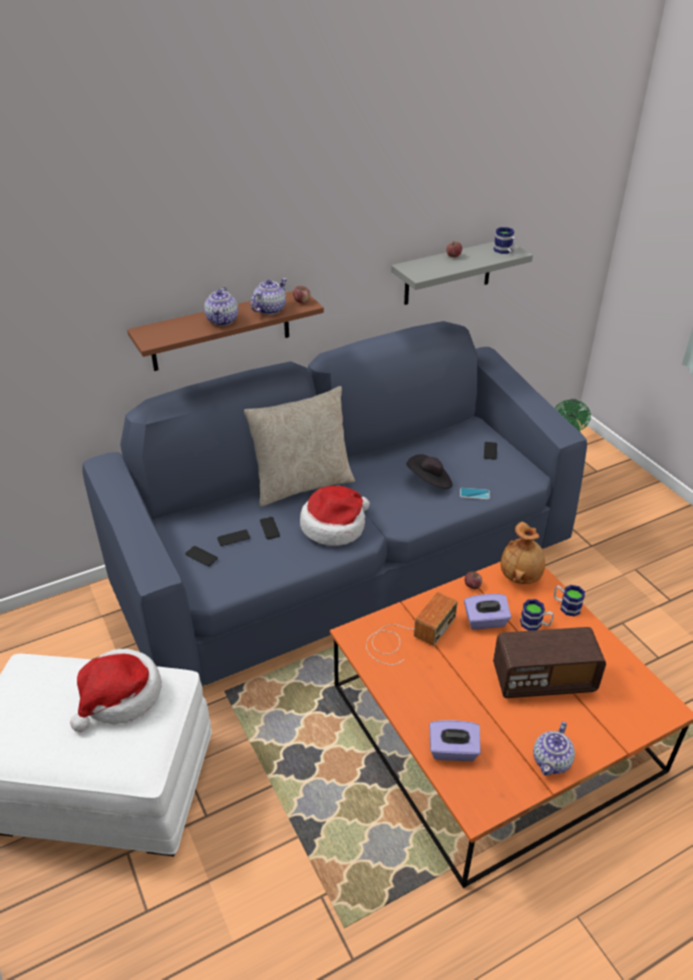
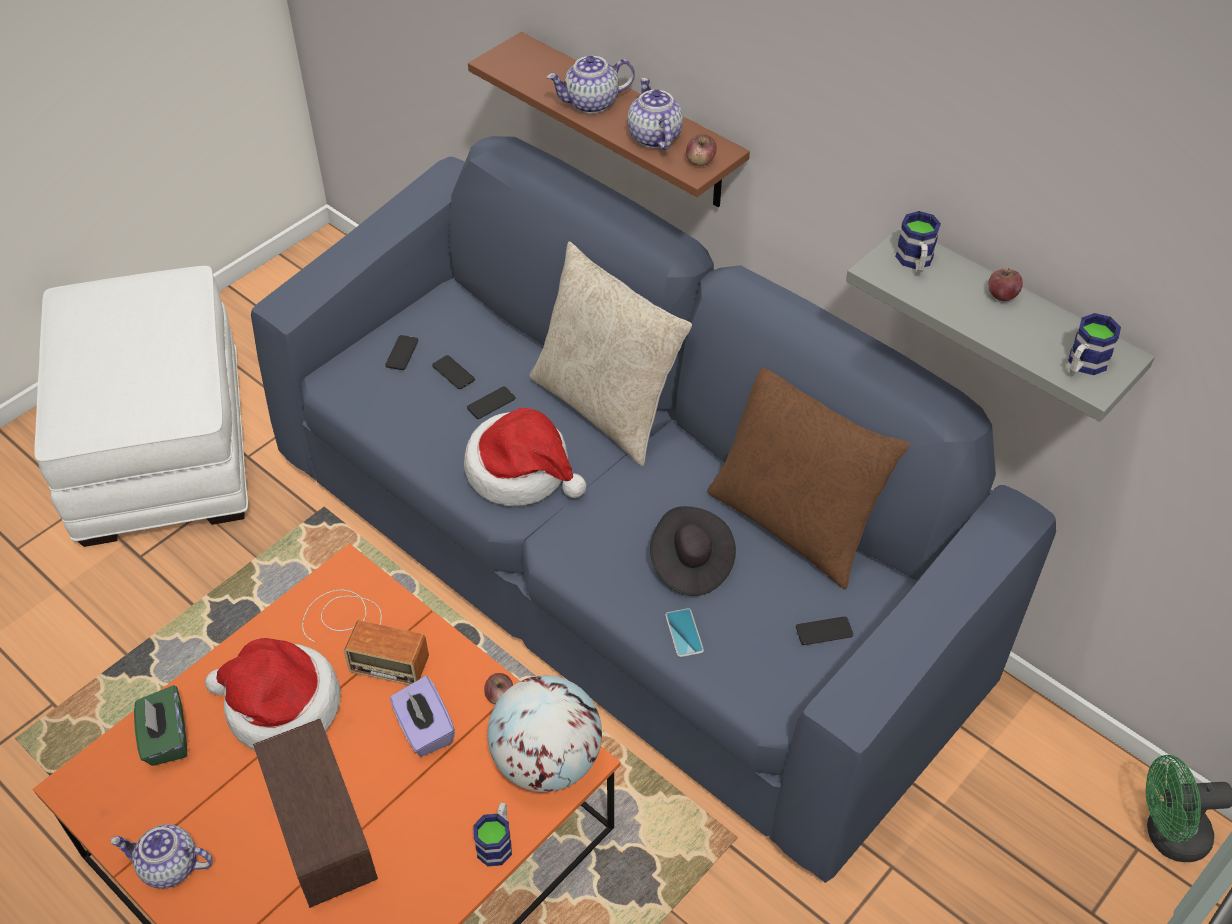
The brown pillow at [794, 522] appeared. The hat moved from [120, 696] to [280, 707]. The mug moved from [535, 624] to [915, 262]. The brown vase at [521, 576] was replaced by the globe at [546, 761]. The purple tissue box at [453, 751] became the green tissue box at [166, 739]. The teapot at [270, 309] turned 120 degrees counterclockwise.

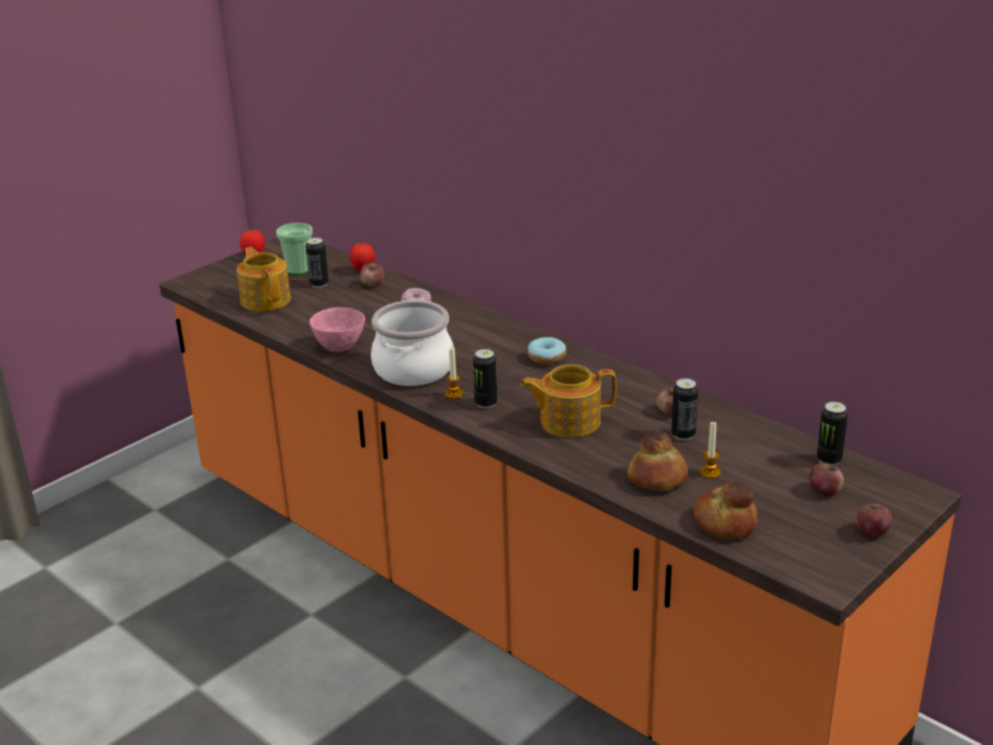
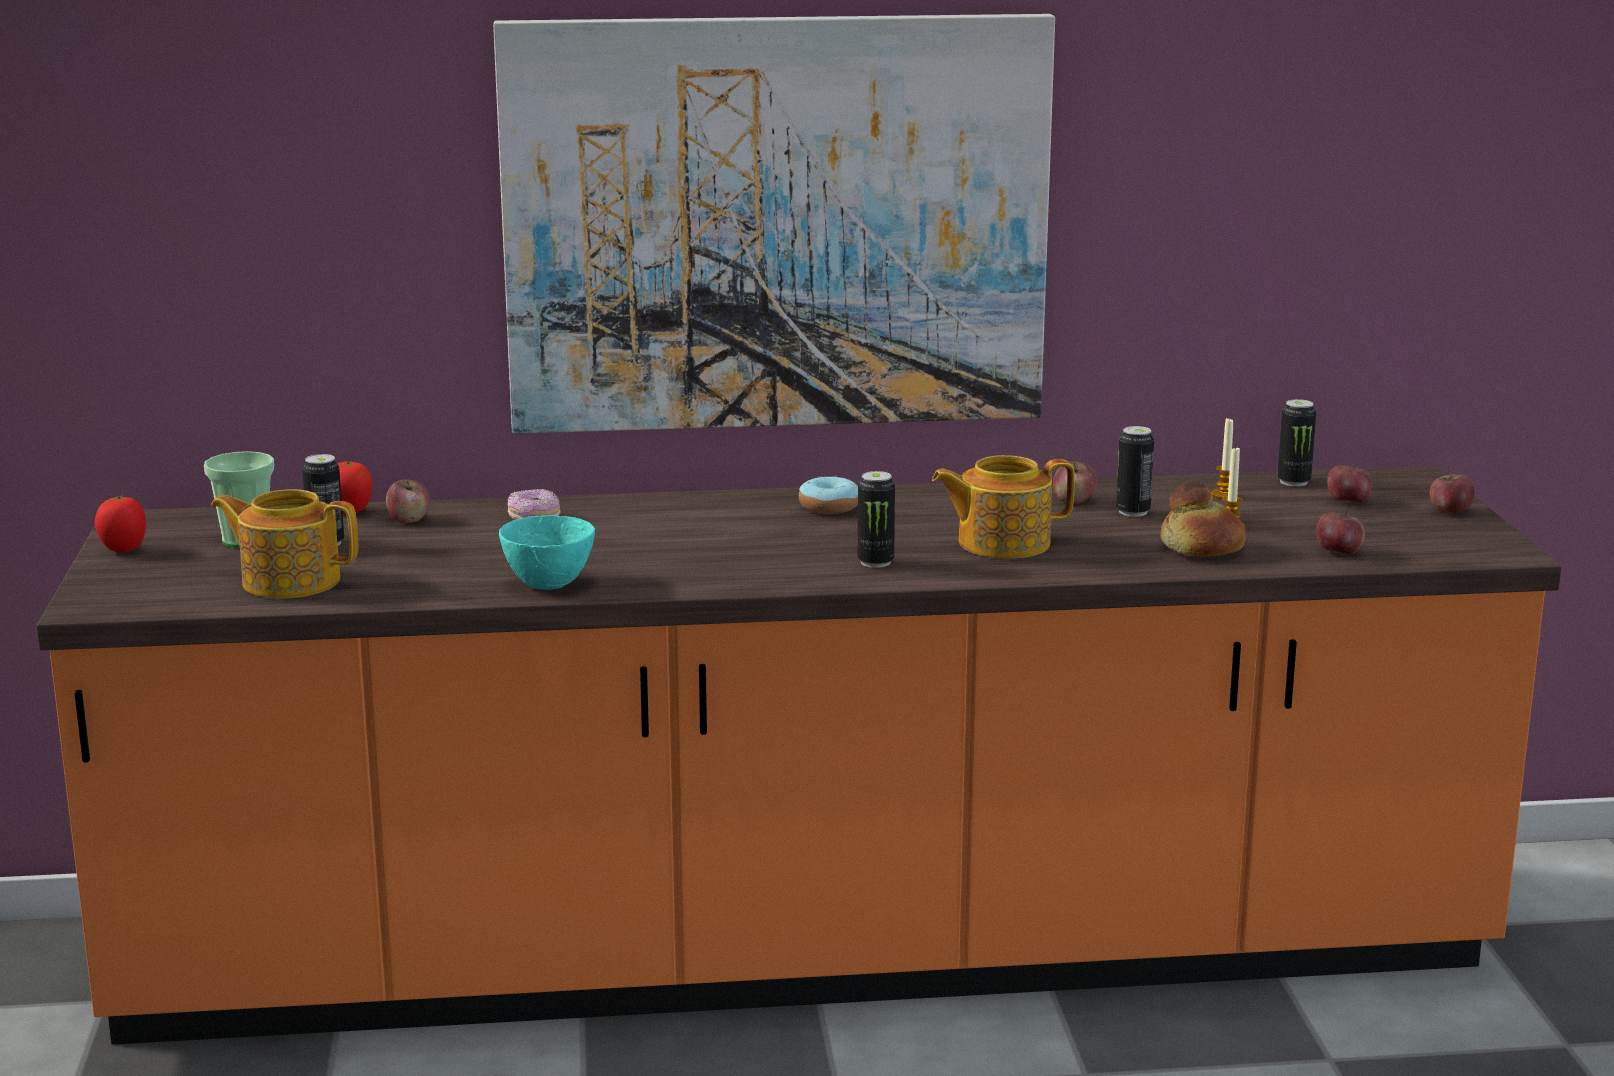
The cooking pot at [414, 369] disappeared. The picture at [777, 224] appeared. The candle moved from [454, 394] to [1224, 495]. The bread at [725, 523] was replaced by the apple at [1338, 552]. The pink bowl at [339, 347] became the turquoise bowl at [546, 584]. The teapot at [568, 421] turned 45 degrees clockwise.

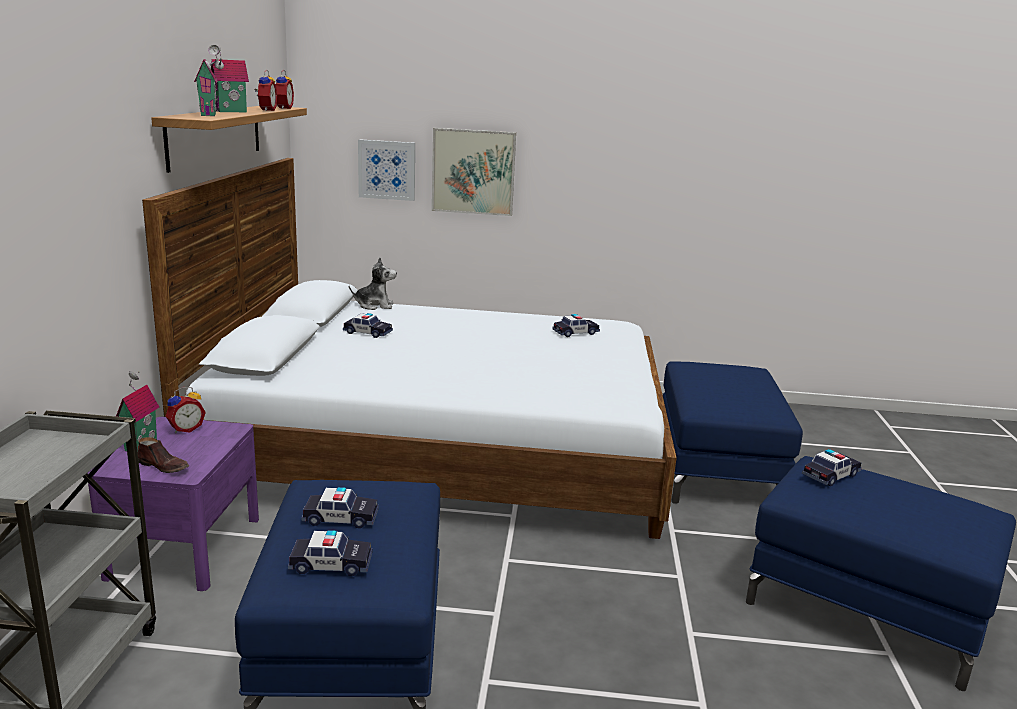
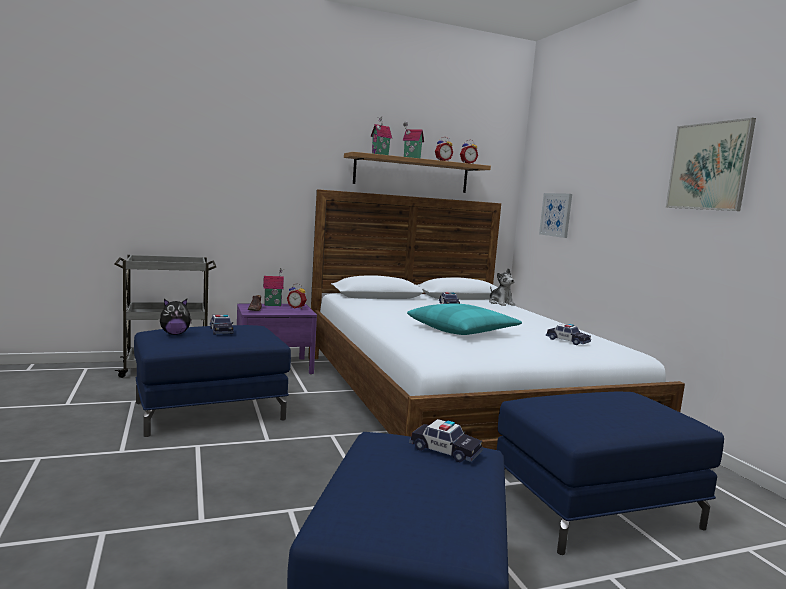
The turquoise pillow at [462, 330] appeared. The picture moved from [473, 172] to [709, 166]. The toy car at [331, 564] was replaced by the plush toy at [175, 334].

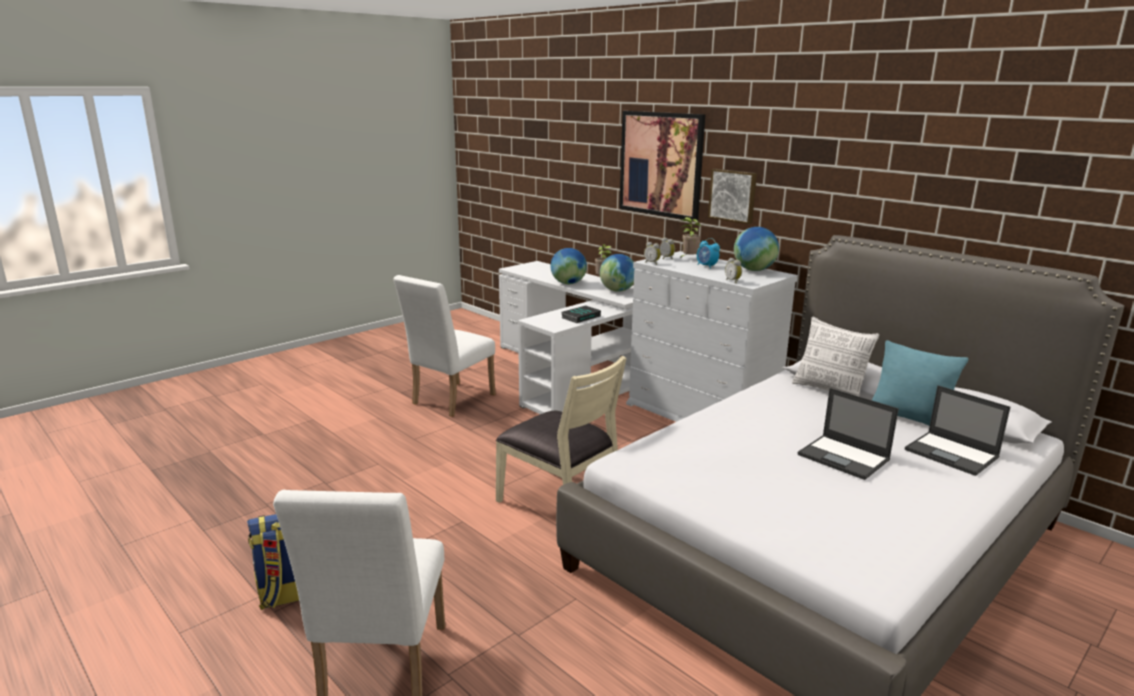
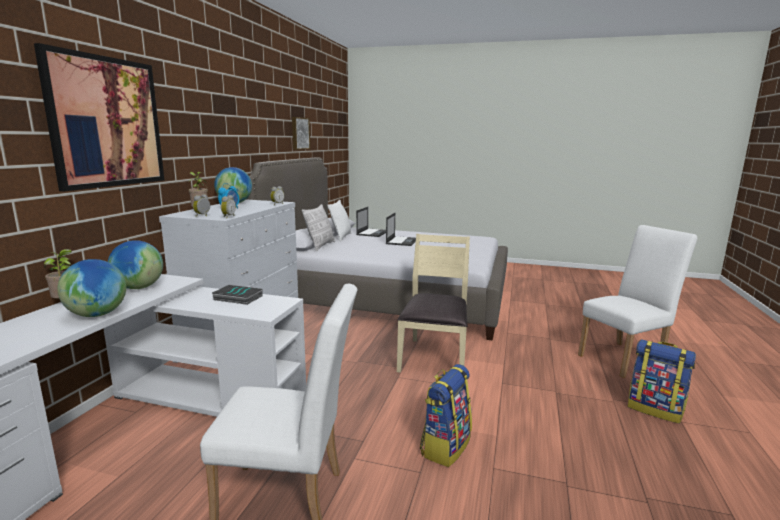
The backpack at [445, 446] appeared. The picture moved from [733, 195] to [299, 133]. The turquoise pillow at [909, 418] became the white pillow at [341, 237].

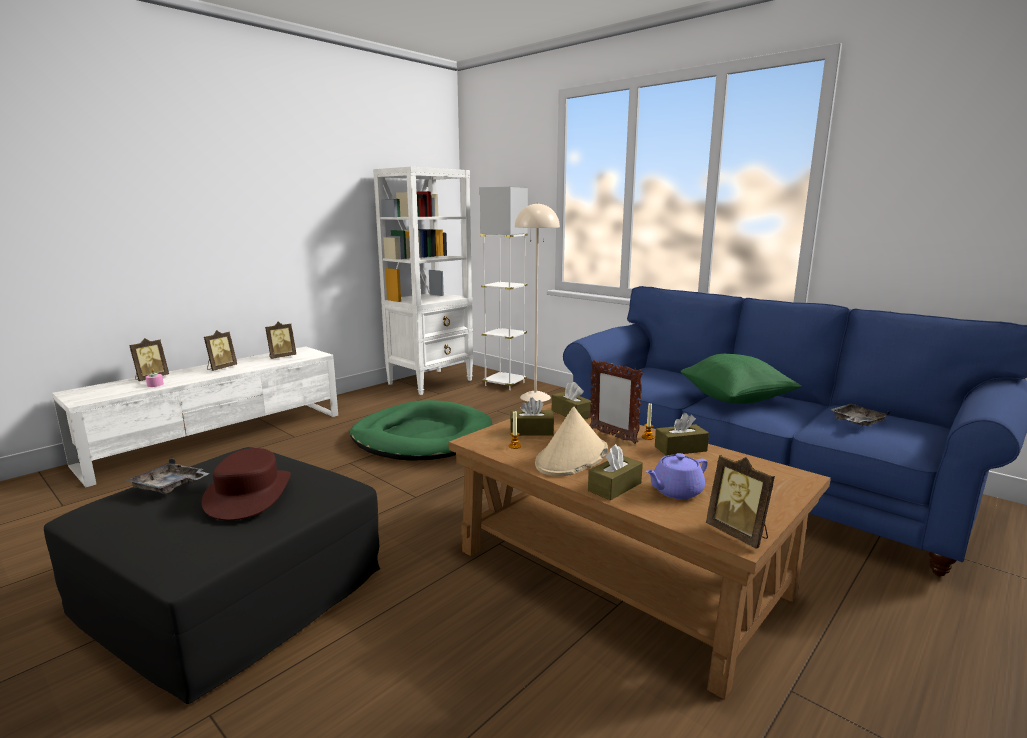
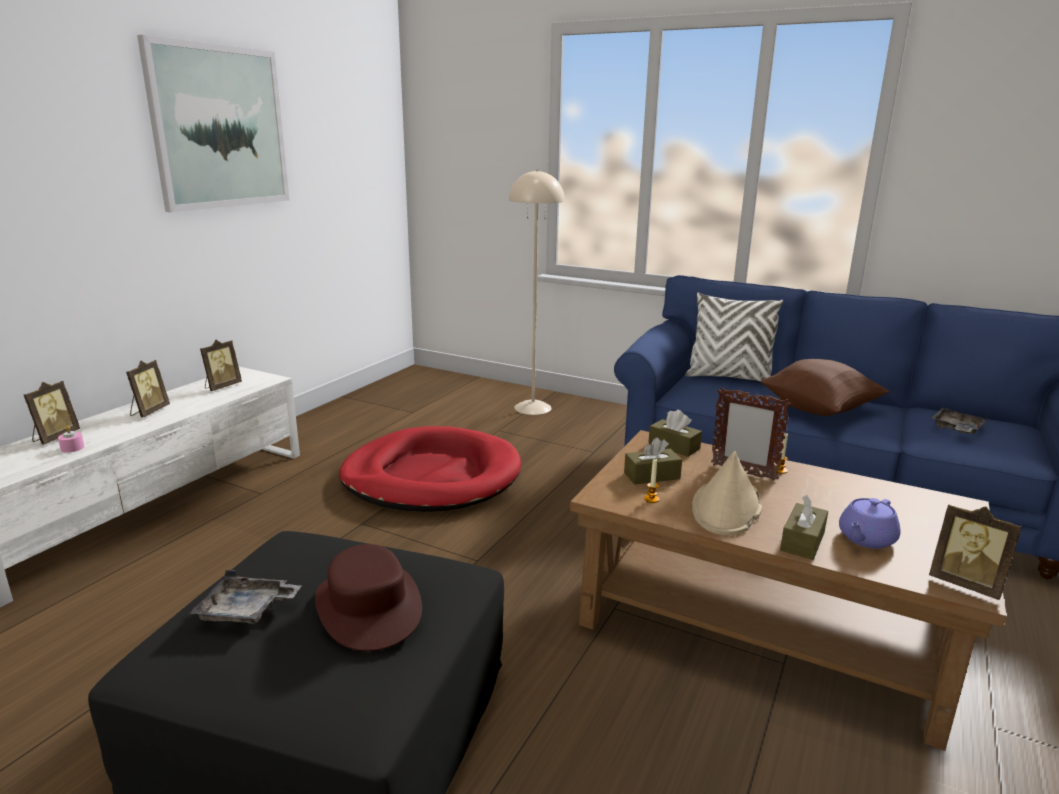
The white bookcase at [431, 382] disappeared. The white floor lamp at [504, 384] disappeared. The brown tissue box at [680, 449] disappeared. The picture at [220, 127] appeared. The white pillow at [729, 377] appeared. The green dog bed at [422, 437] became the red dog bed at [431, 476]. The green pillow at [735, 401] became the brown pillow at [819, 411].

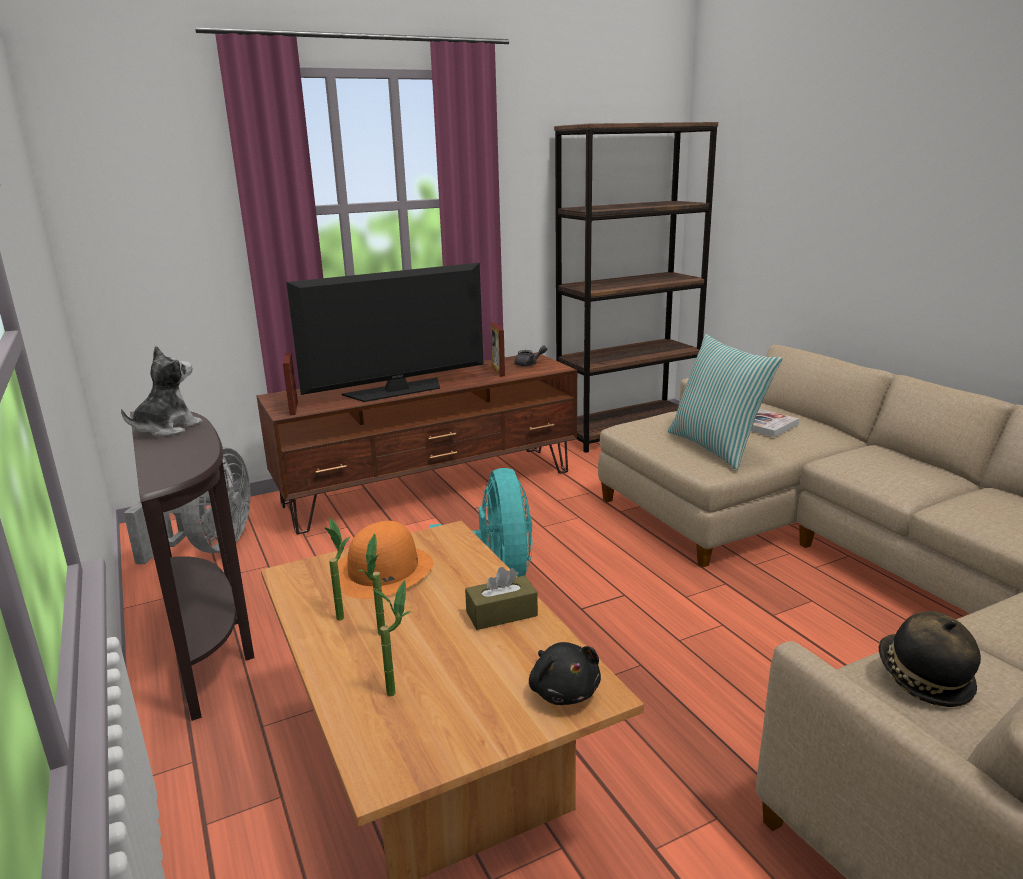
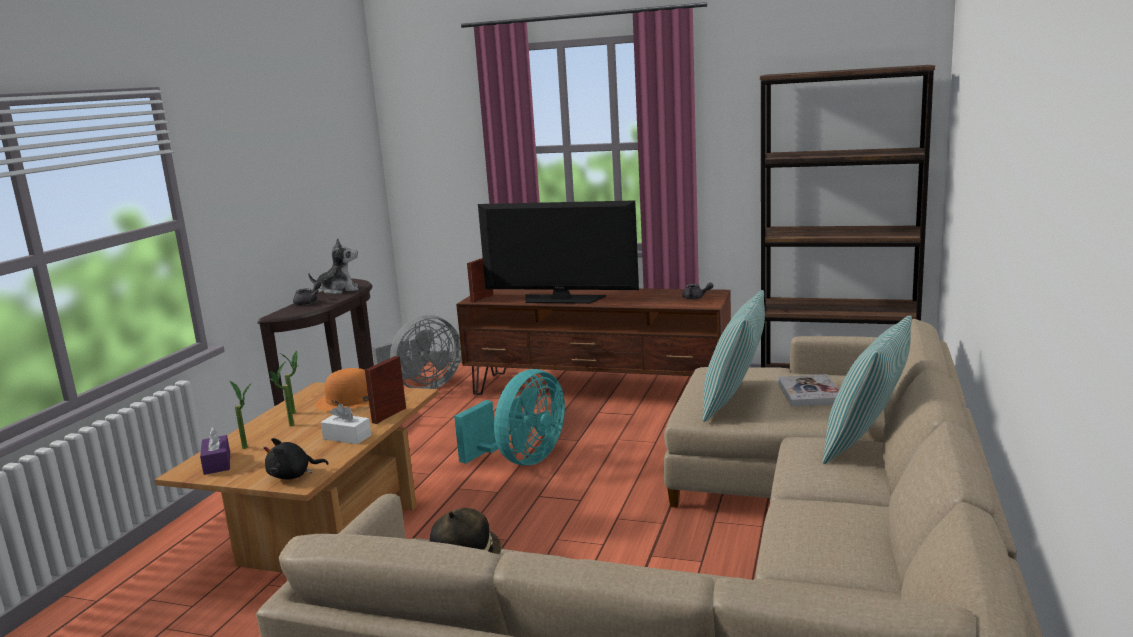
The purple tissue box at [217, 463] appeared. The grey teapot at [309, 302] appeared. The pillow at [866, 443] appeared. The picture frame moved from [498, 371] to [389, 415]. The brown tissue box at [501, 614] became the white tissue box at [347, 437]. The black plush toy at [563, 691] turned 45 degrees clockwise.

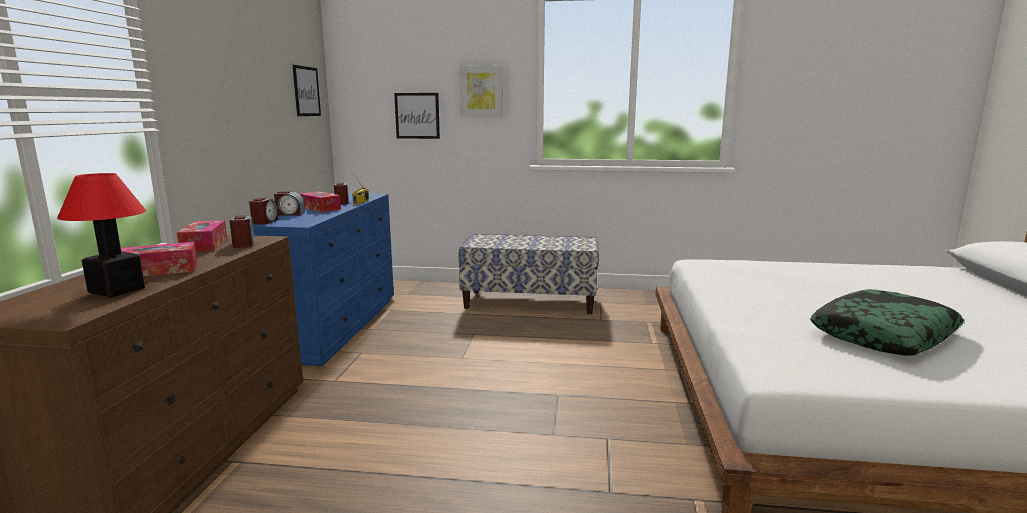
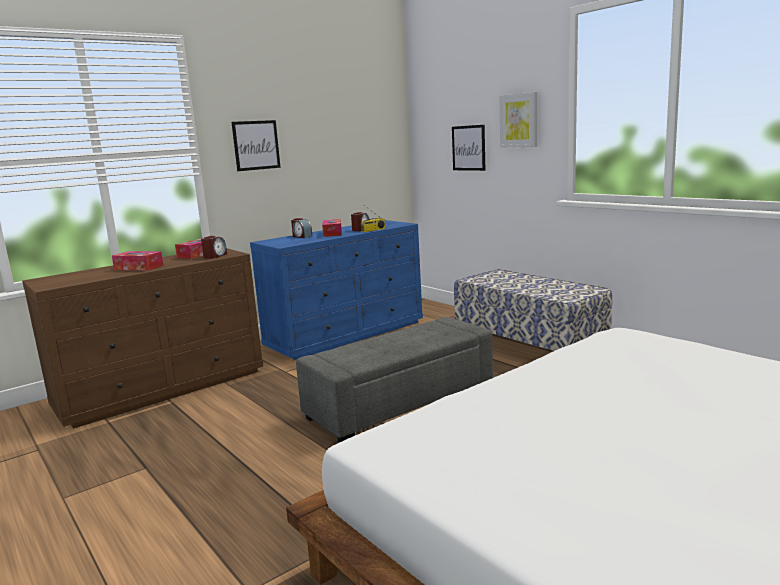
The table lamp at [116, 290] disappeared. The alarm clock at [265, 222] disappeared. The pillow at [883, 335] disappeared. The grey ottoman at [400, 402] appeared. The picture moved from [306, 91] to [256, 145].

